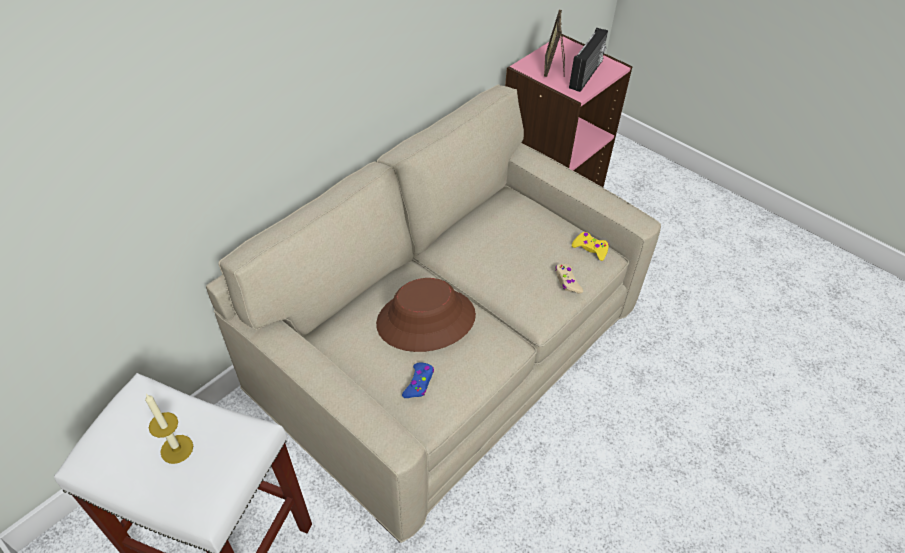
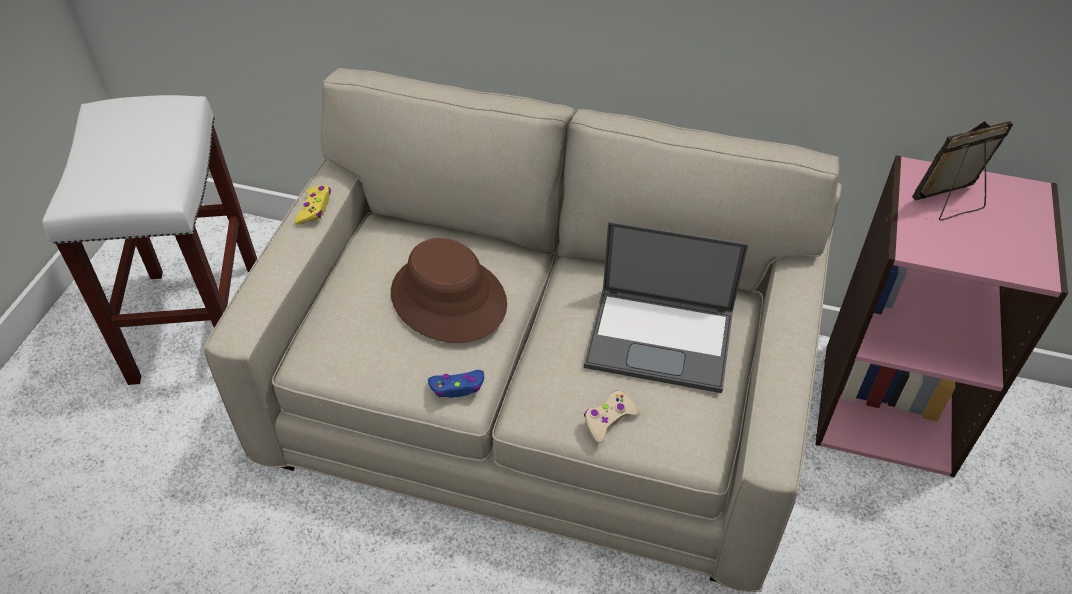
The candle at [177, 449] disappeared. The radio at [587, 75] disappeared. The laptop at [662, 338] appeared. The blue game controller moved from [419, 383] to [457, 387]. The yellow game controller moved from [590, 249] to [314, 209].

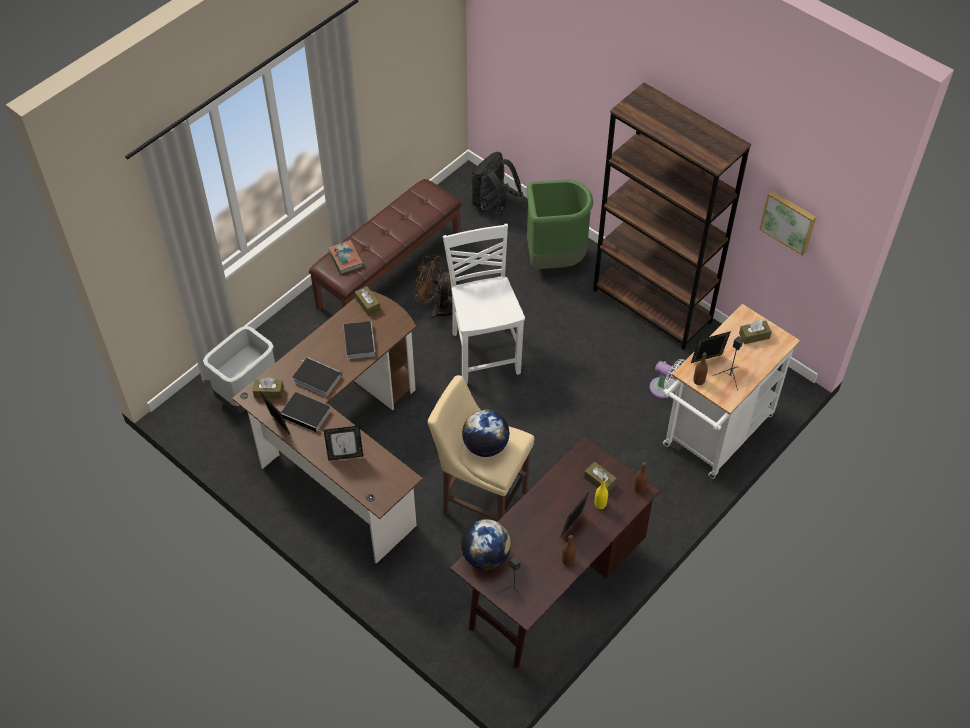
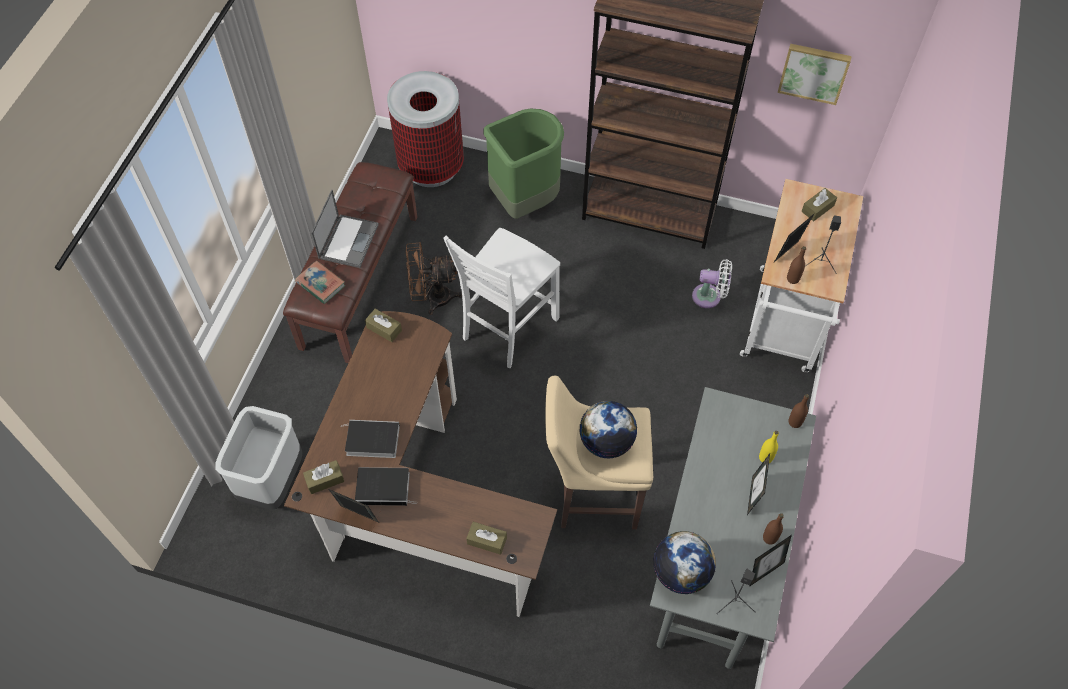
The book at [359, 341] disappeared. The laptop at [348, 240] appeared. The picture frame moved from [345, 456] to [764, 571]. The brown tissue box moved from [599, 481] to [487, 541]. The black backpack at [493, 206] was replaced by the trash can at [431, 167]. The brown desk at [552, 586] became the grey desk at [716, 558]. The white chair at [484, 352] turned 105 degrees counterclockwise.

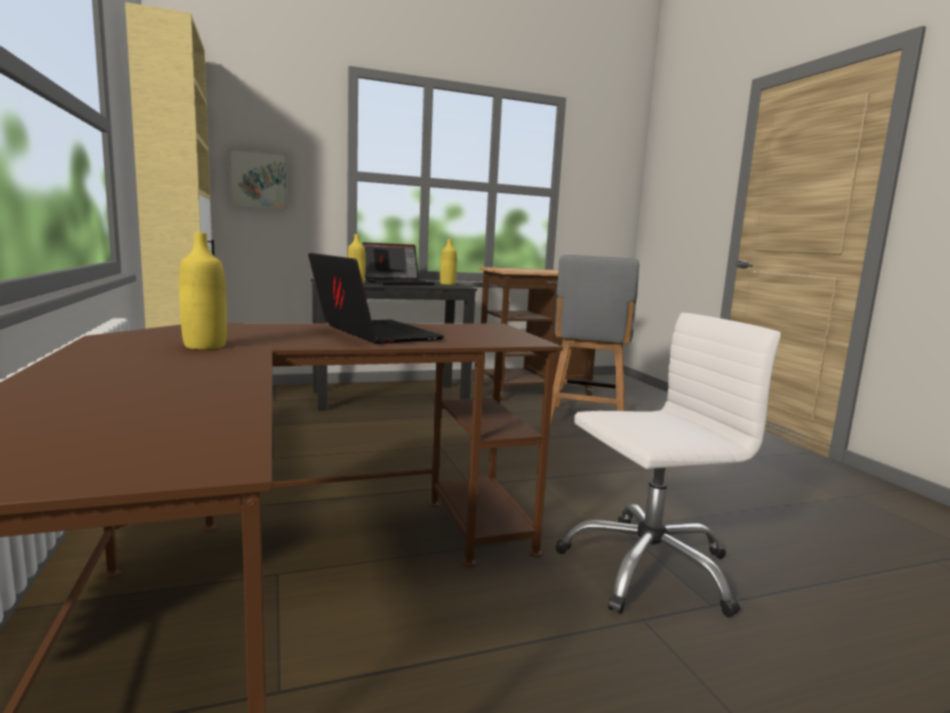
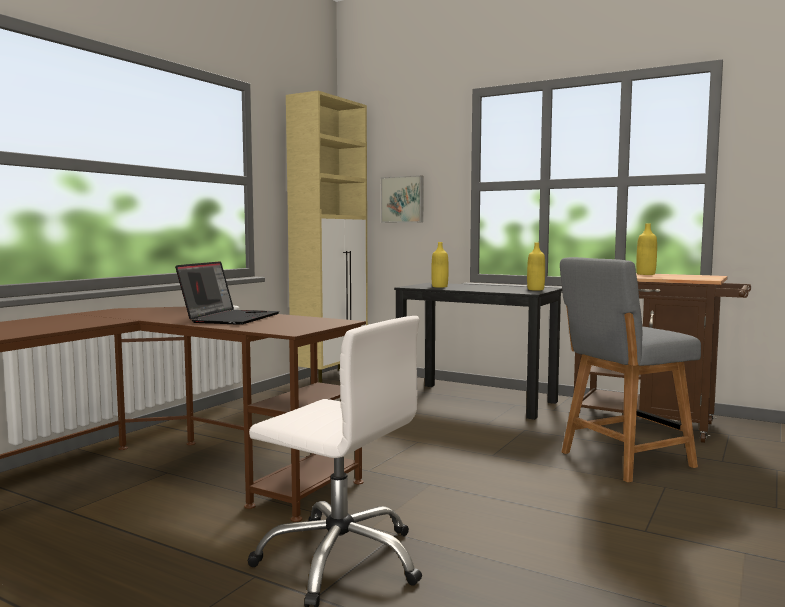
The laptop at [398, 283] disappeared. The yellow bottle moved from [205, 346] to [645, 274].

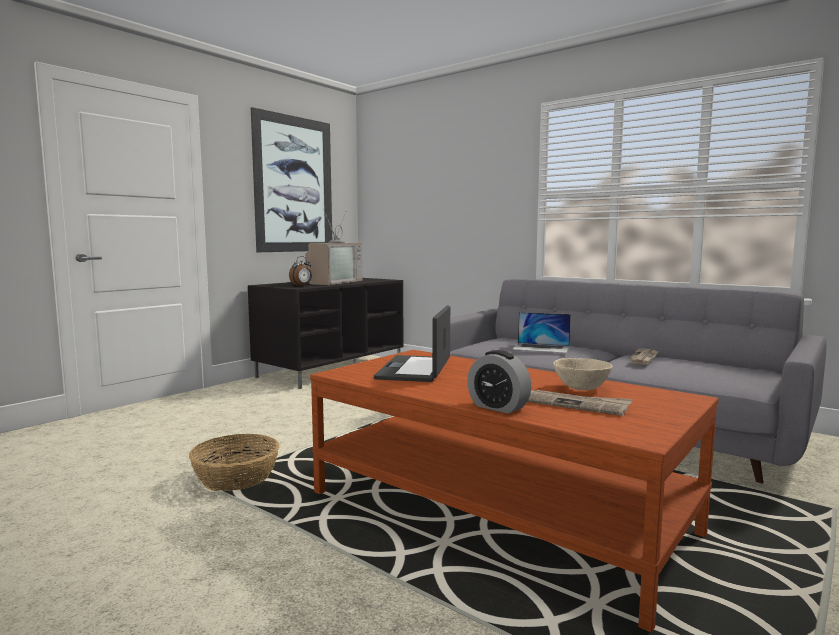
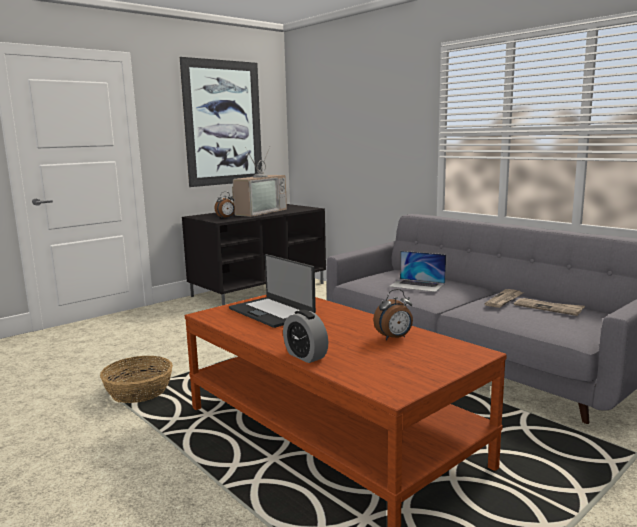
The newspaper moved from [576, 405] to [548, 308]. The beige bowl at [581, 388] was replaced by the alarm clock at [394, 338]. The laptop at [416, 369] turned 60 degrees counterclockwise.

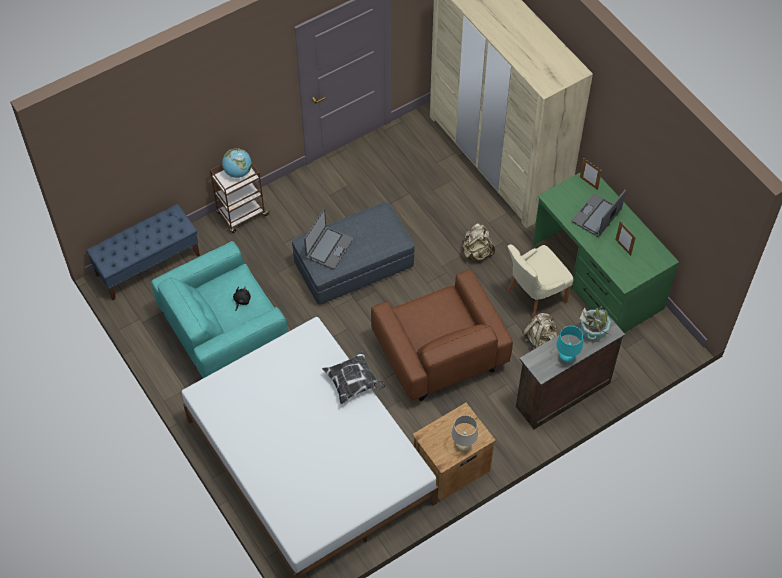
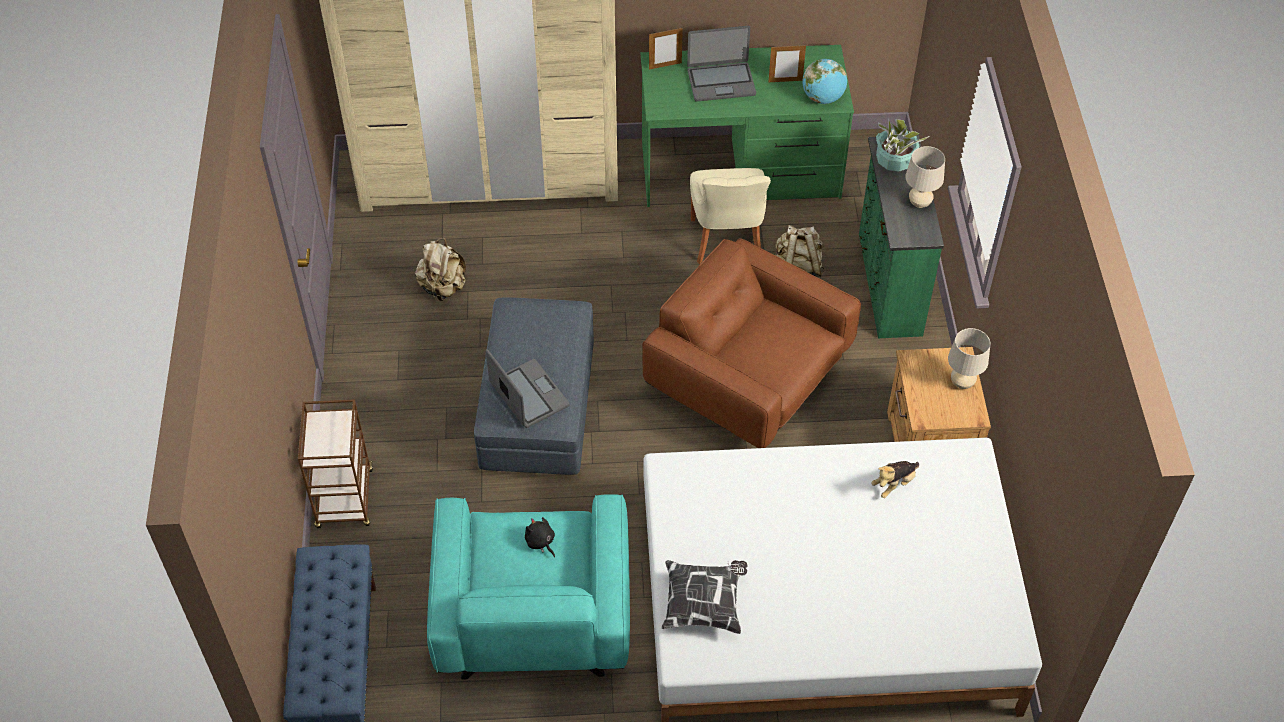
The plush toy at [894, 484] appeared. The globe moved from [238, 172] to [823, 98]. The pillow moved from [354, 383] to [704, 604]. The beige backpack moved from [477, 252] to [443, 287]. The brown dresser at [561, 394] became the green dresser at [888, 284]. The turquoise table lamp at [566, 357] became the beige table lamp at [919, 203]. The brown armchair at [440, 354] turned 150 degrees counterclockwise. The laptop at [597, 216] turned 75 degrees counterclockwise.

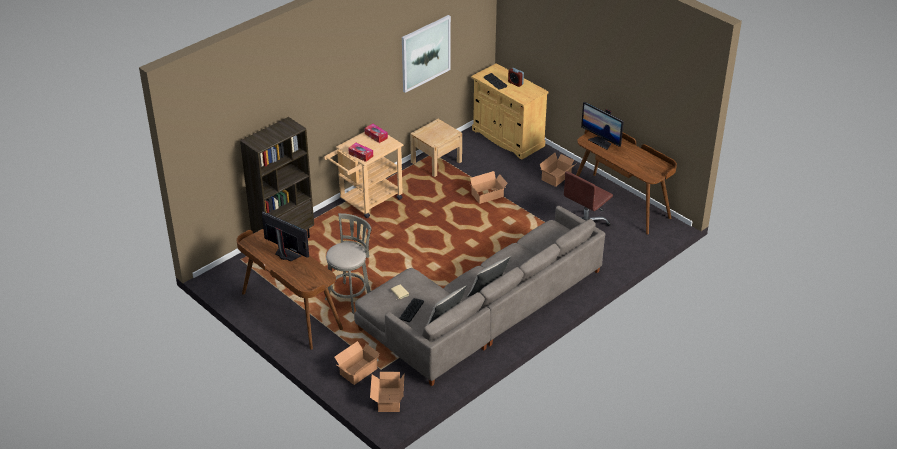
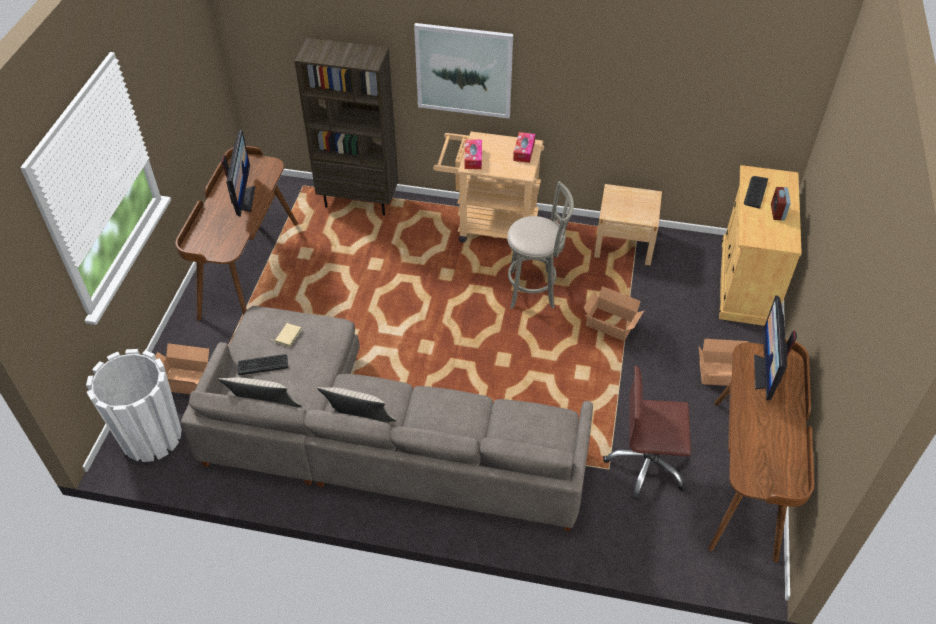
The grey stool moved from [350, 296] to [534, 290]. The picture moved from [425, 53] to [464, 70]. The cardboard box at [388, 400] was replaced by the white planter at [151, 436].

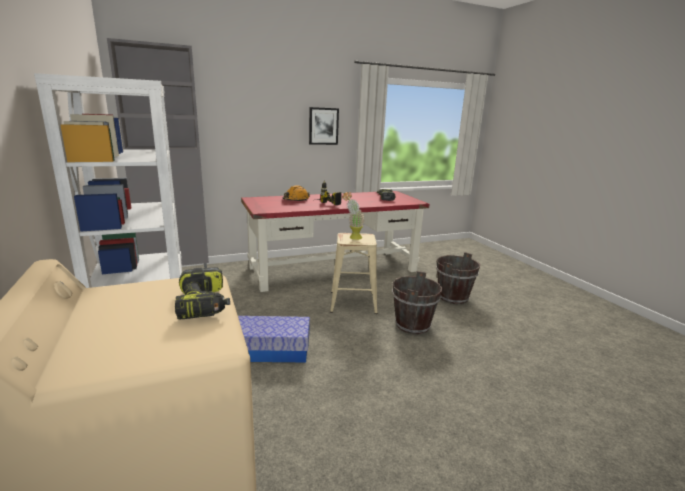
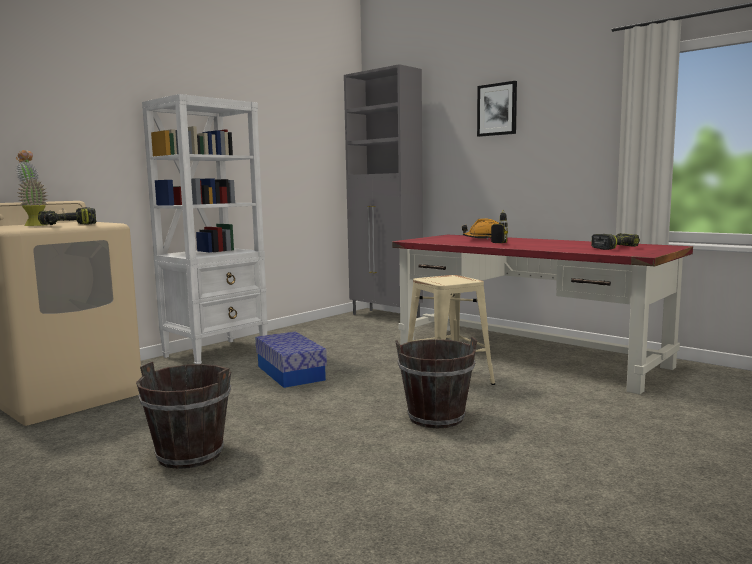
The picture moved from [323, 126] to [497, 109]. The potted plant moved from [352, 238] to [34, 225]. The brown bucket moved from [453, 297] to [189, 455].

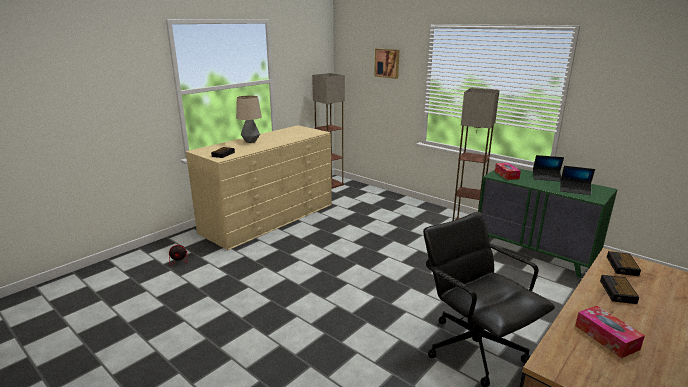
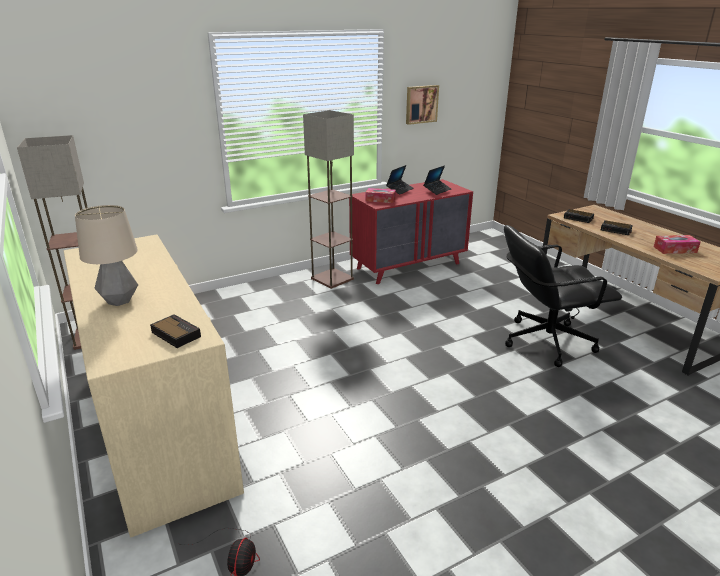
The picture moved from [387, 63] to [421, 104]. The green dresser at [535, 252] became the red dresser at [409, 266].

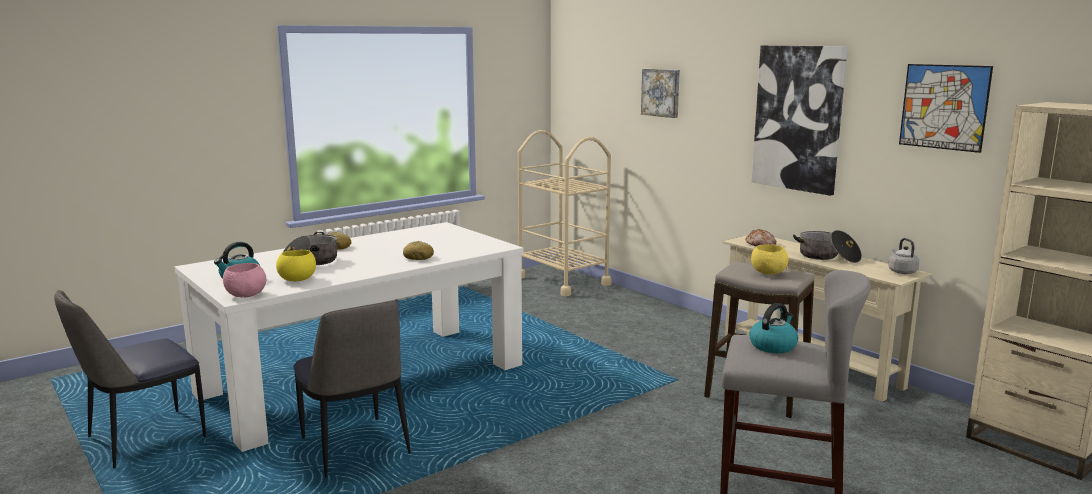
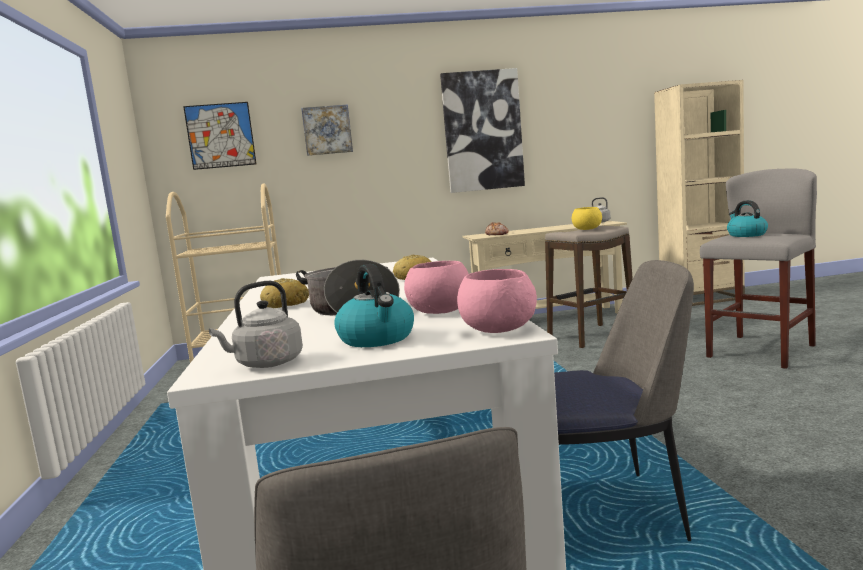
The cooking pot at [827, 257] disappeared. The grey kettle at [266, 364] appeared. The picture moved from [944, 107] to [220, 135]. The yellow bowl at [298, 279] became the pink bowl at [440, 311].

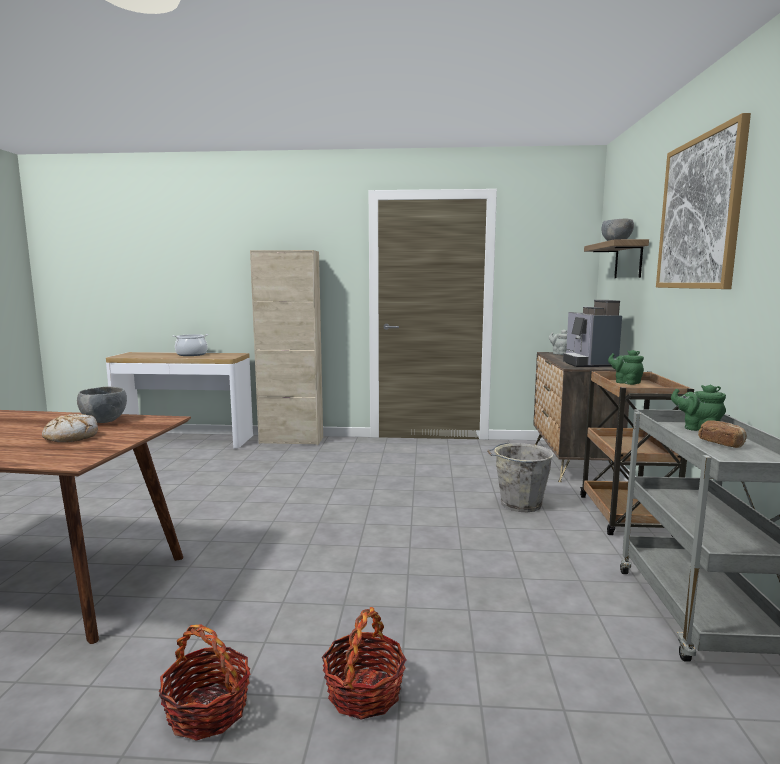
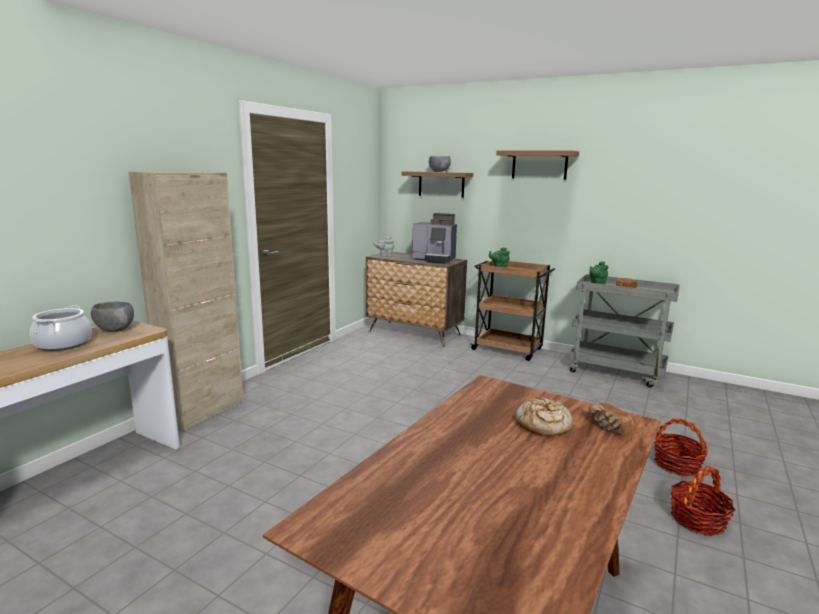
The grey bucket at [519, 504] disappeared. The bread at [608, 427] appeared. The grey bowl moved from [103, 421] to [114, 330]. The picture at [699, 213] was replaced by the shelf at [539, 165].

